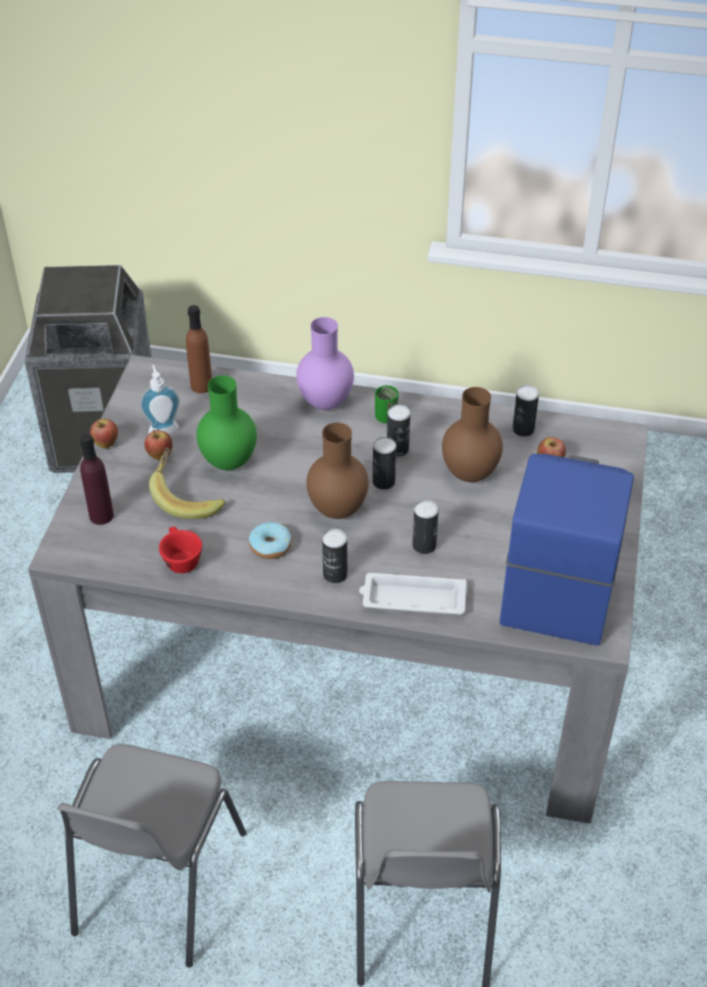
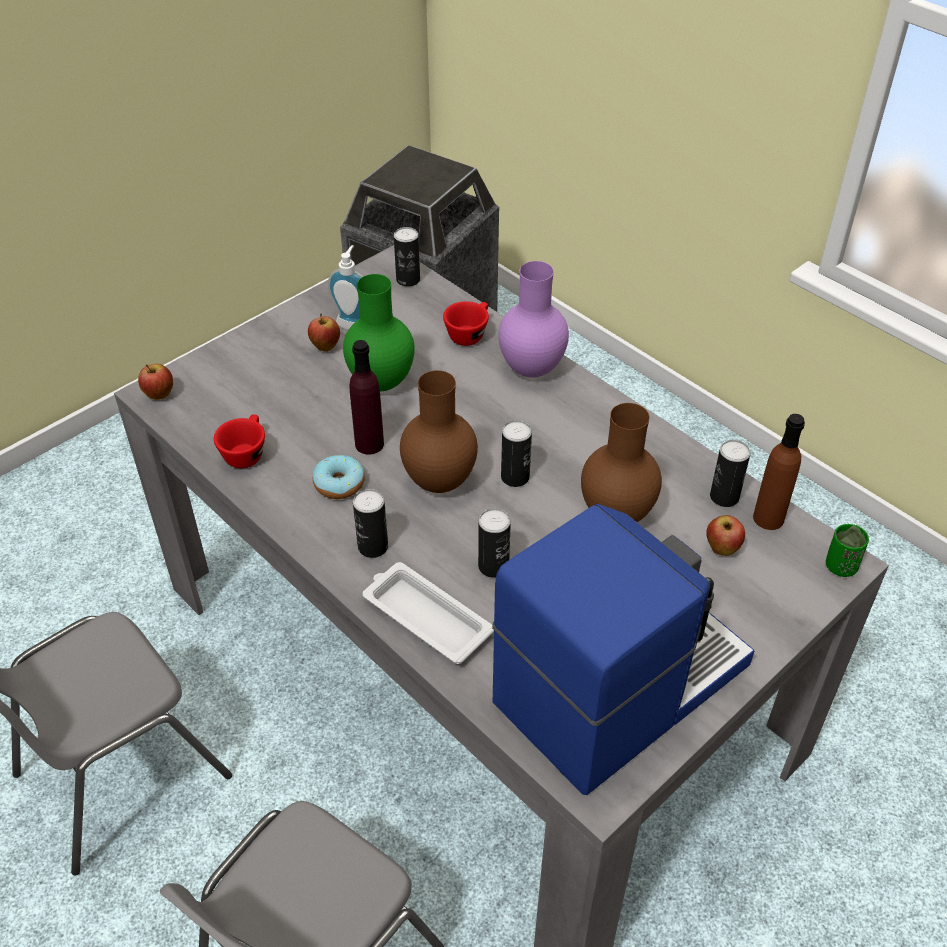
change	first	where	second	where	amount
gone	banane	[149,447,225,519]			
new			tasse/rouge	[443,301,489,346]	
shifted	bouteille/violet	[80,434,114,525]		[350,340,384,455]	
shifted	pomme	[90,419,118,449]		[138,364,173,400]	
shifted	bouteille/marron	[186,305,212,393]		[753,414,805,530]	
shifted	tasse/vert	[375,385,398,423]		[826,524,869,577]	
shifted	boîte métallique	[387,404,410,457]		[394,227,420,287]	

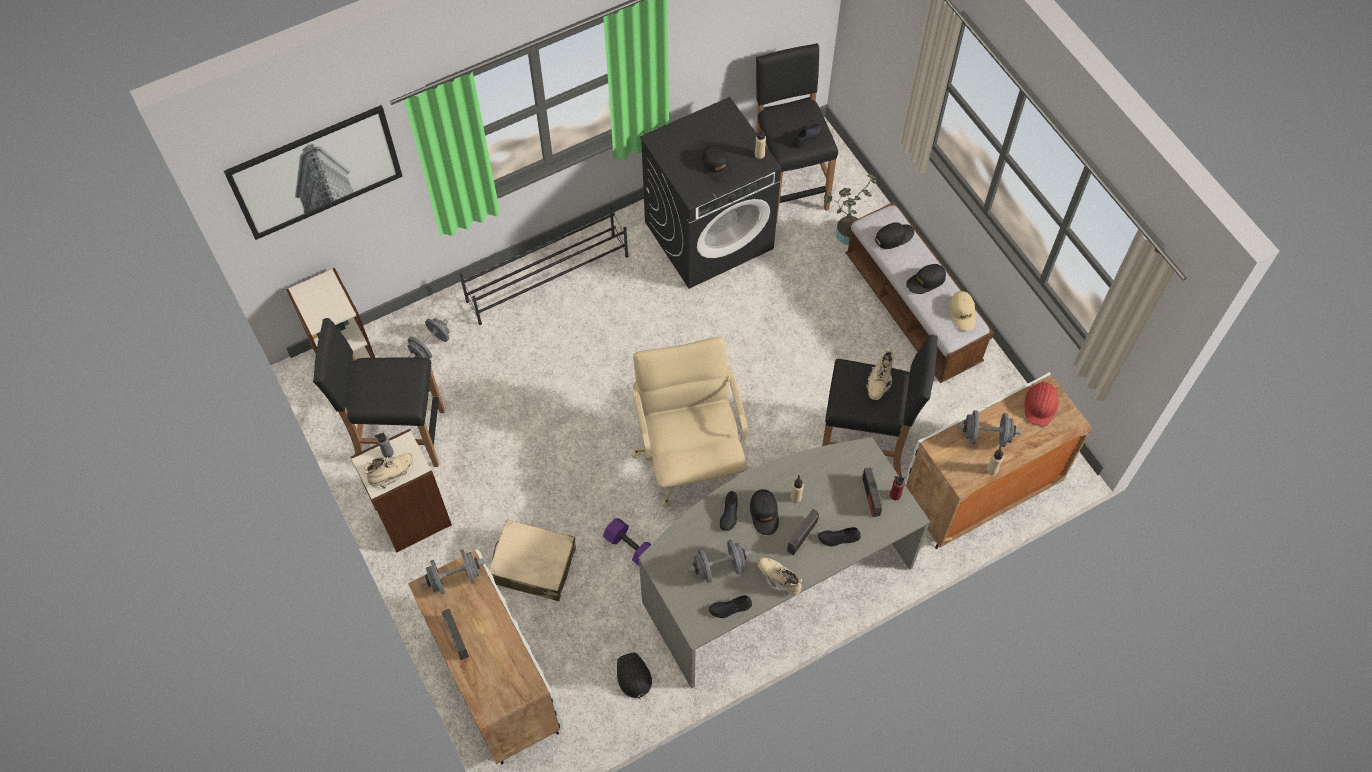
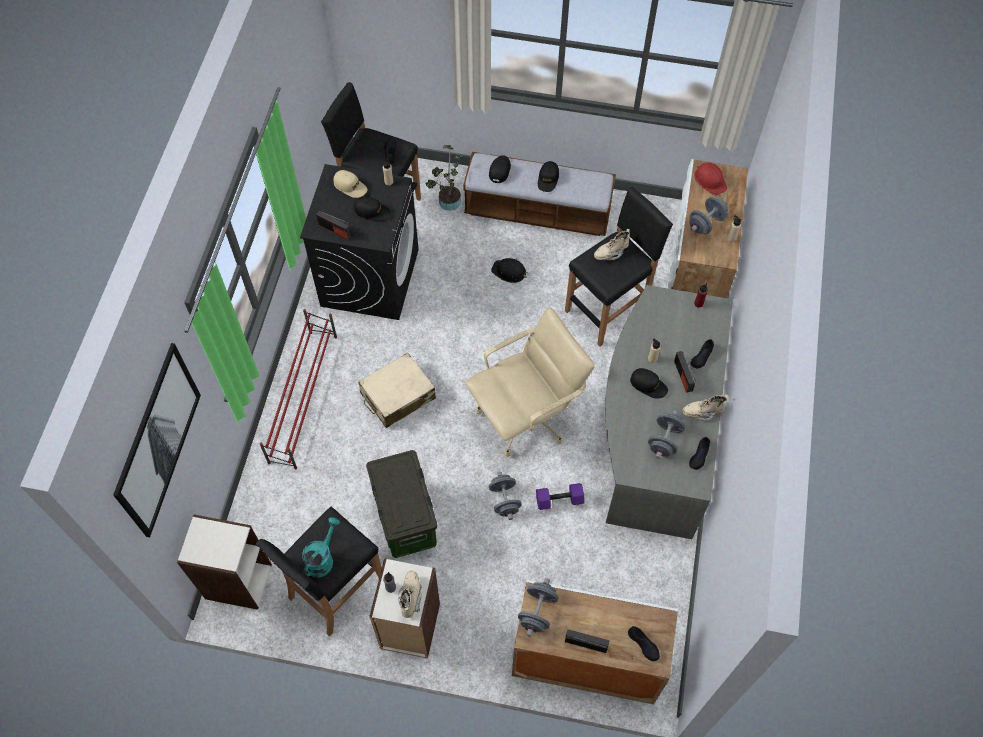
change	first	where	second	where	amount
new			arrosoir/turquoise	[302,517,340,577]	
new			boîte de rangement	[366,450,437,558]	
shifted	haltère/gris	[407,318,450,359]		[489,472,521,520]	
shifted	valise/beige	[489,519,576,601]		[358,353,436,428]	
shifted	casque de chantier/noir	[617,652,652,699]		[491,258,528,283]	
shifted	chaussure/noir	[720,491,738,531]		[628,626,660,661]	
shifted	radio	[862,467,883,517]		[316,211,352,239]	
shifted	casquette/beige	[949,291,976,331]		[334,170,367,198]	
repainted	étagère à chaussures/noir	[459,206,628,325]	étagère à chaussures/rouge	[259,309,337,469]	
rotated	chaise de bureau/beige	[631,337,748,508]		[465,307,595,457]	120 degrees clockwise
rotated	botte/beige	[866,348,895,400]		[594,229,630,260]	90 degrees clockwise

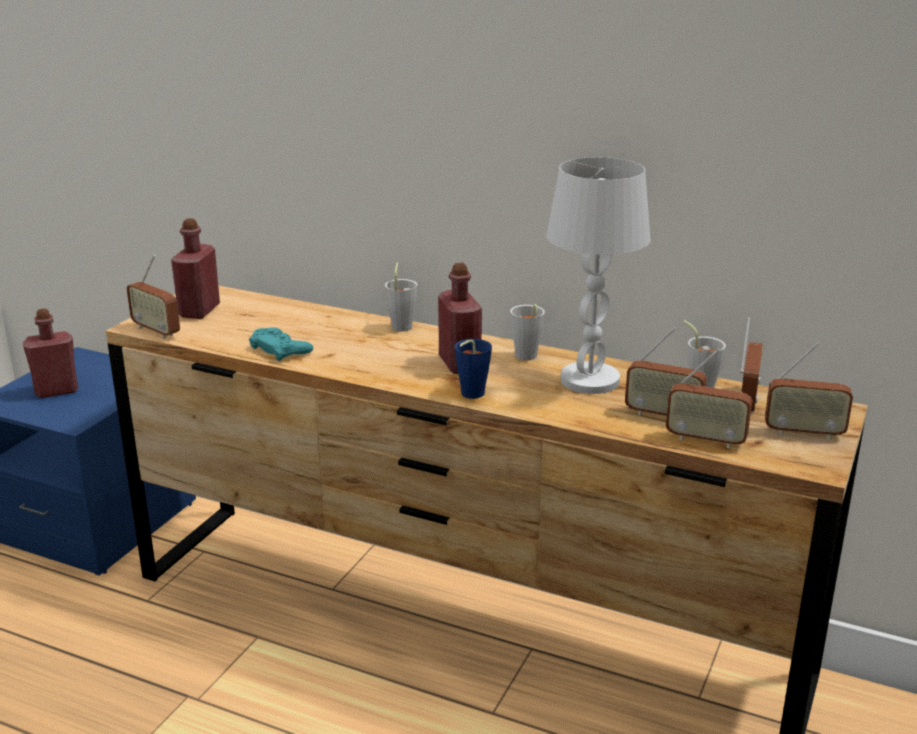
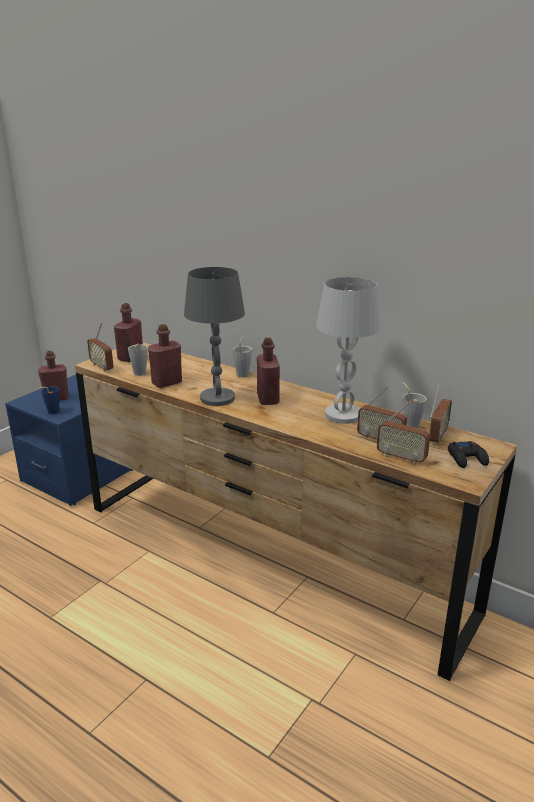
change	first	where	second	where	amount
new			lampe de table/gris	[184,267,245,406]	
shifted	tasse/bleu	[455,339,492,399]		[37,386,60,414]	
shifted	tasse/gris	[510,304,545,360]		[128,344,148,376]	
swapped	manette/turquoise	[249,327,313,361]	bouteille/rouge	[148,324,182,388]	
swapped	radio	[765,342,853,440]	manette/noir	[448,441,489,468]	

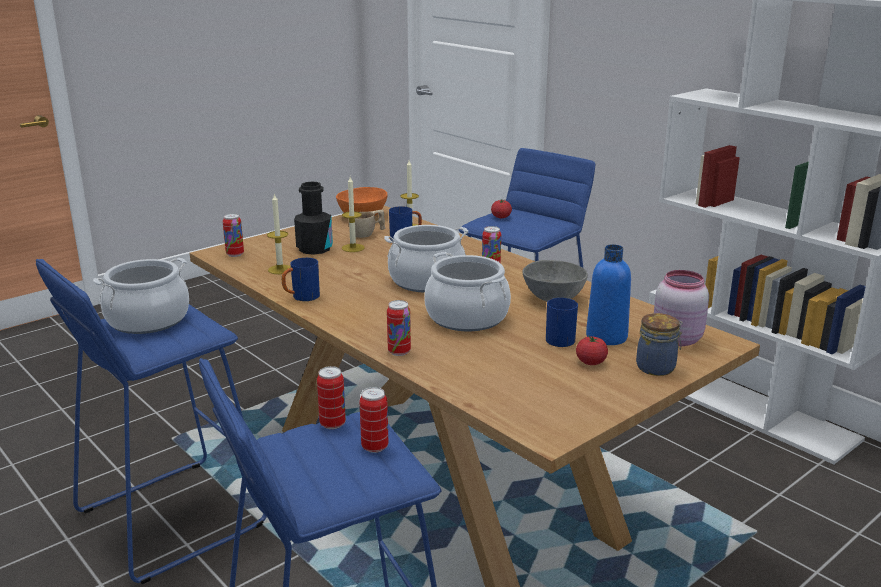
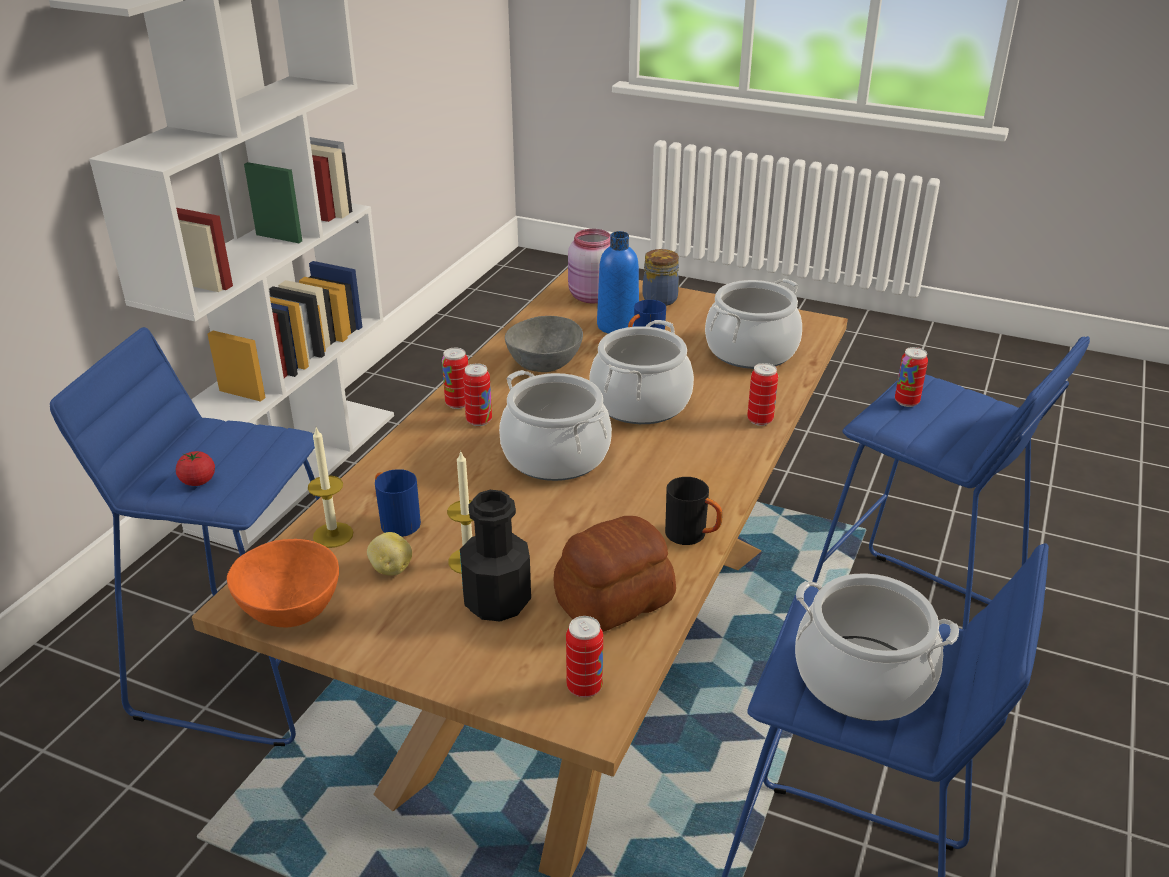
change	first	where	second	where	amount
gone	tomate	[576,335,608,365]			
new			marmite	[705,279,802,369]	
shifted	boîte métallique	[317,366,346,429]		[442,348,468,409]	
swapped	bougie	[267,193,291,274]	pain	[554,516,676,632]	
swapped	tasse/beige	[355,210,385,238]	pomme de terre	[367,532,412,576]	
repainted	mug/bleu	[282,258,320,301]	mug/noir	[665,477,723,545]	

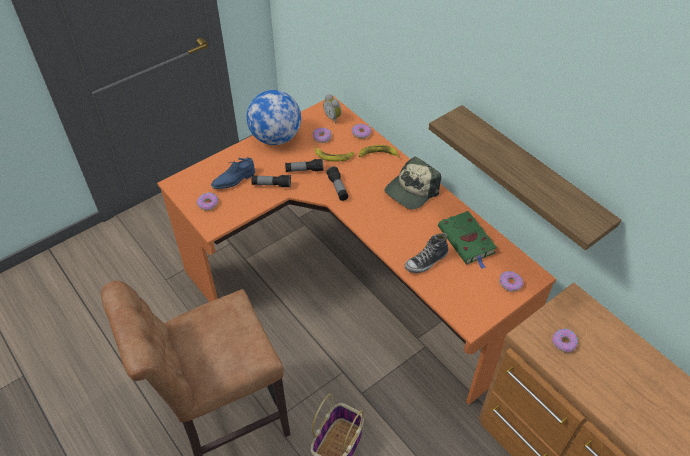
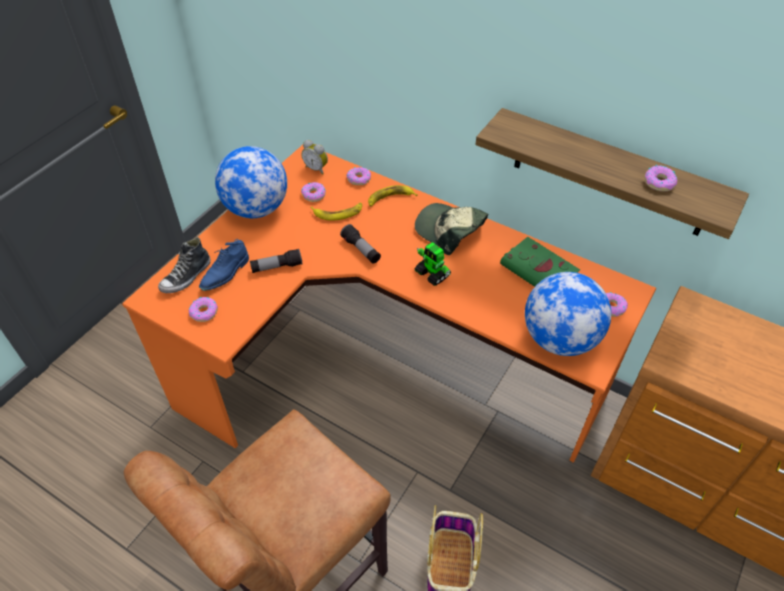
change	first	where	second	where	amount
gone	lampe de poche	[285,159,323,172]			
new			robot jouet	[414,242,451,286]	
new			globe	[525,272,611,356]	
shifted	chaussure	[405,233,448,273]		[158,237,210,293]	
shifted	beignet	[552,328,578,353]		[645,165,677,191]	
rotated	casquette	[384,157,441,210]		[415,203,488,255]	105 degrees clockwise

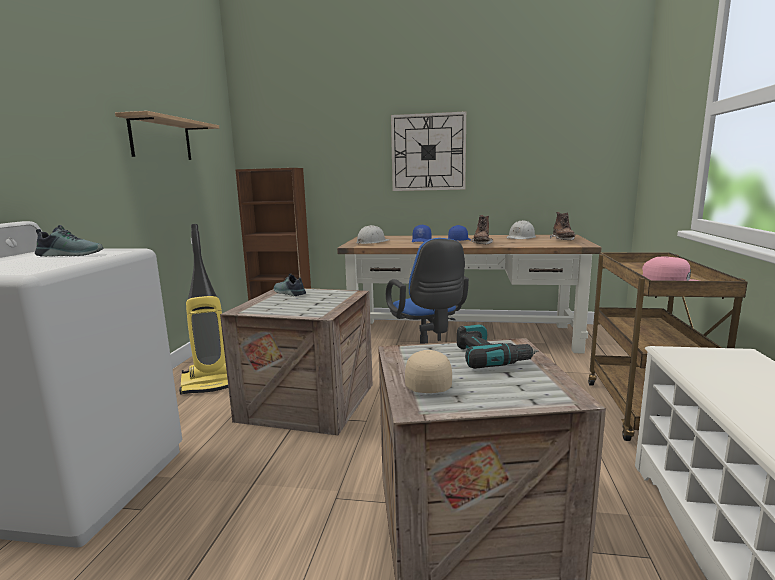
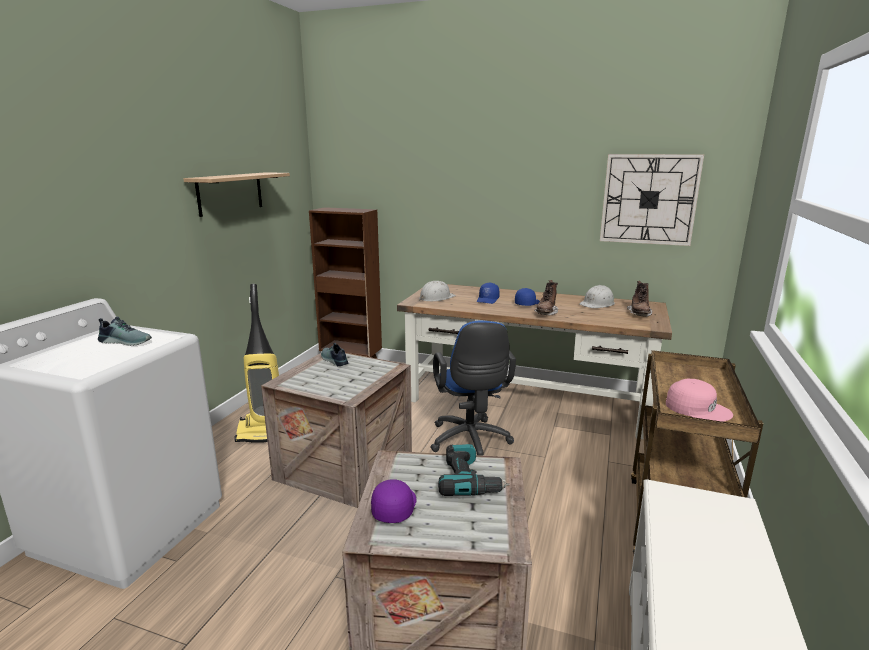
change	first	where	second	where	amount
shifted	horloge murale	[391,111,466,191]		[600,154,704,246]	
repainted	casquette/beige	[405,350,452,393]	casquette/violet	[371,479,416,523]	

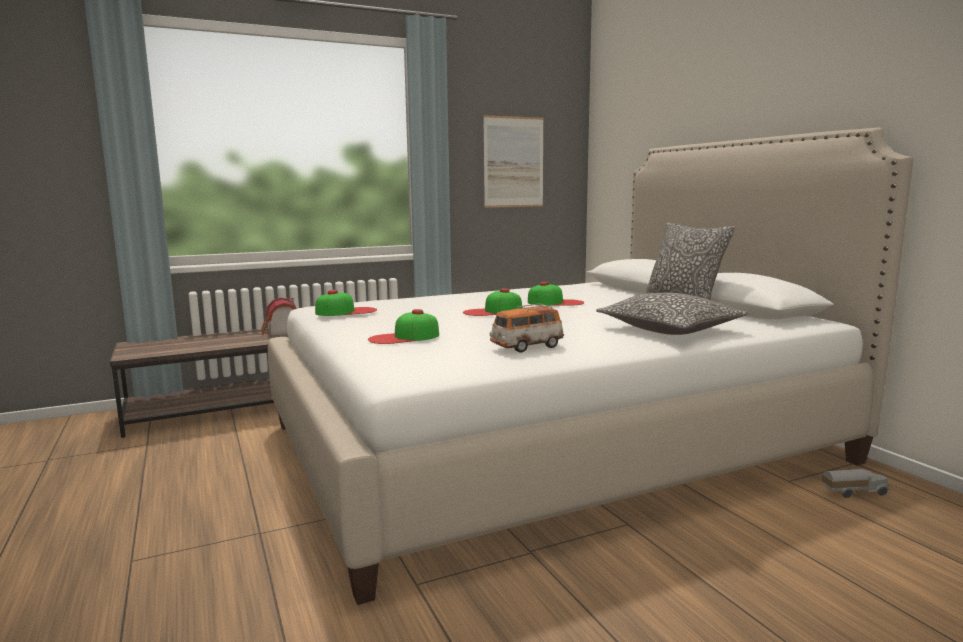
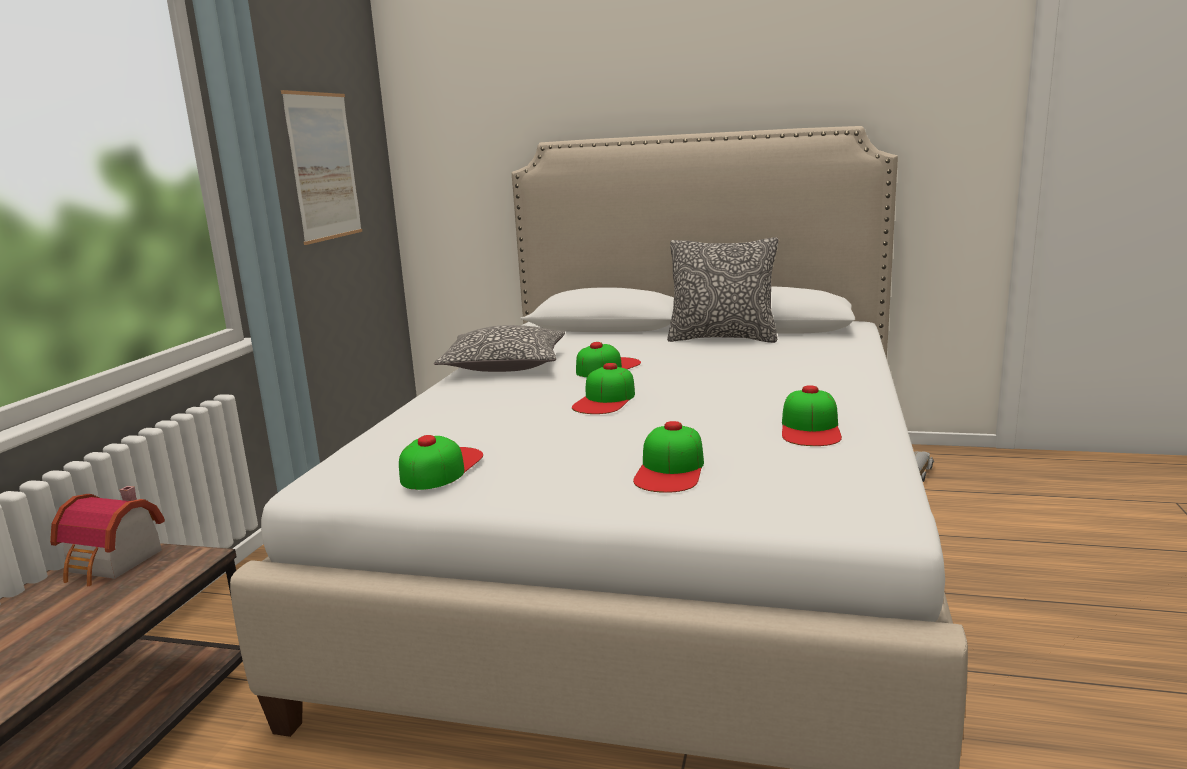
change	first	where	second	where	amount
shifted	coussin	[596,293,749,335]		[434,325,565,372]	
swapped	petite voiture	[490,303,564,353]	casquette	[782,385,842,446]	

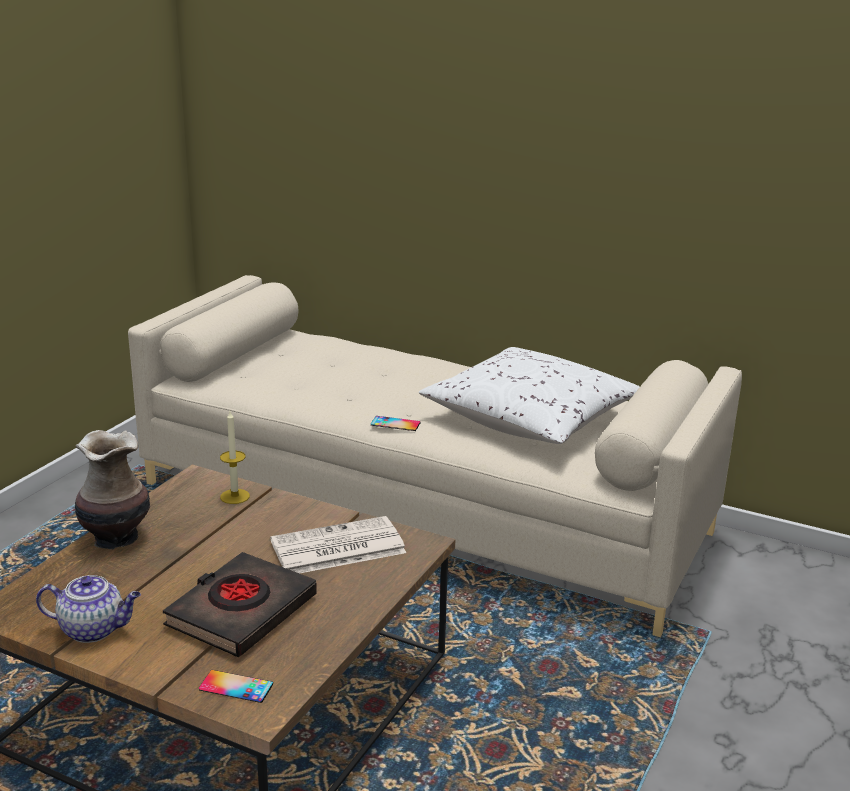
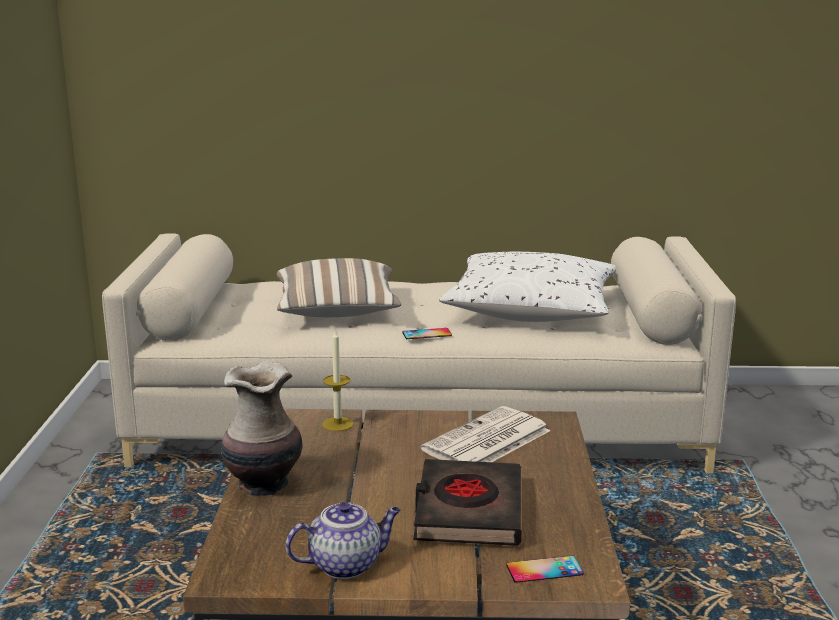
change	first	where	second	where	amount
new			coussin	[276,258,402,317]	

